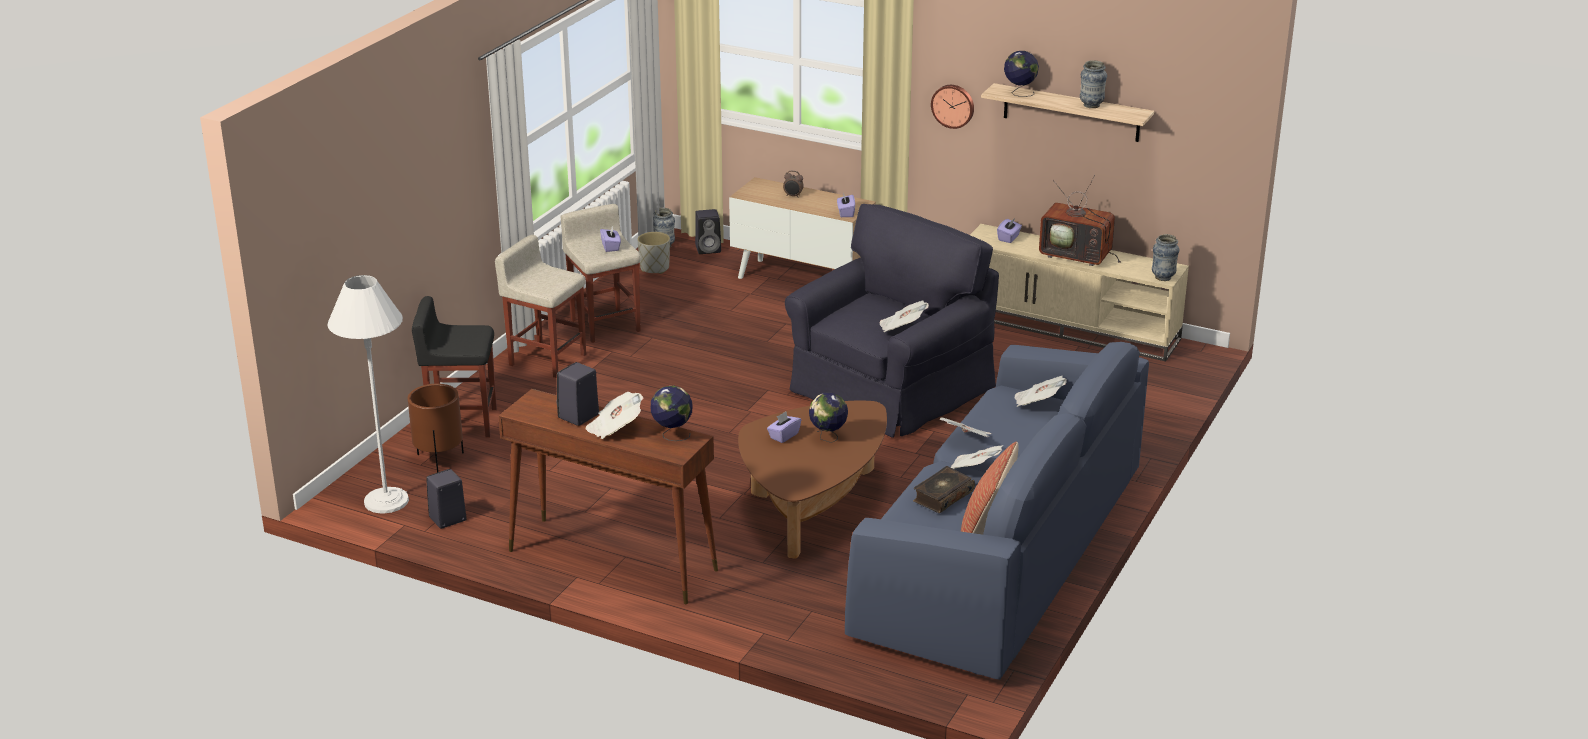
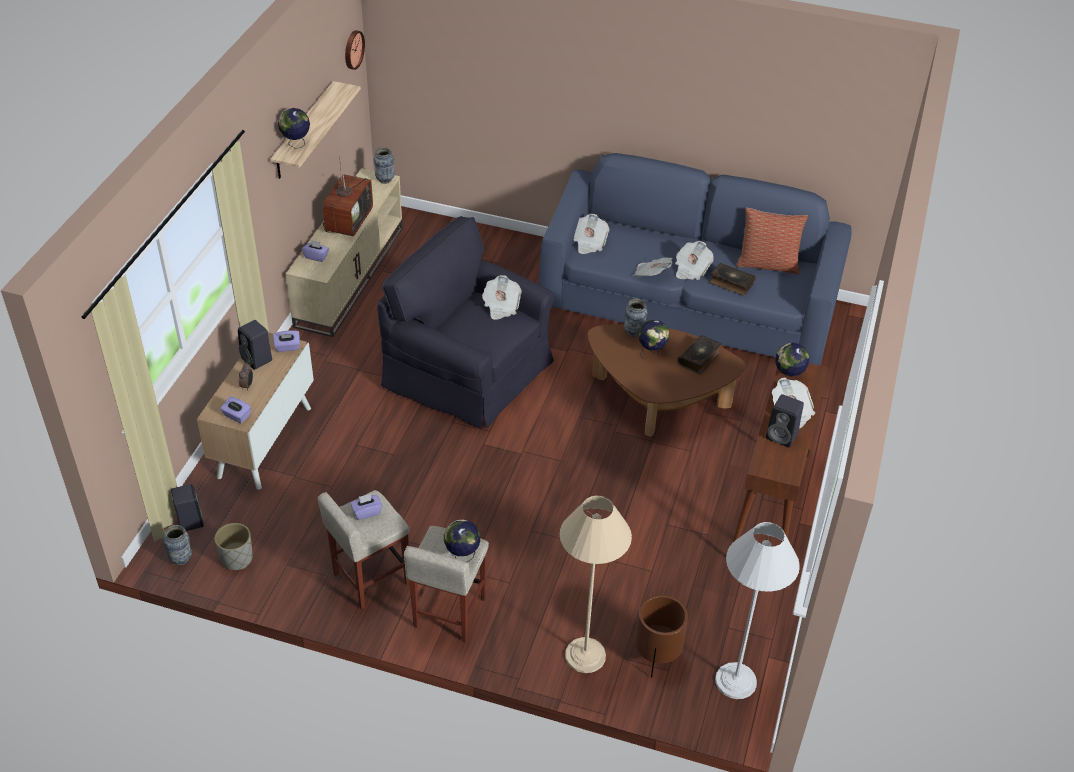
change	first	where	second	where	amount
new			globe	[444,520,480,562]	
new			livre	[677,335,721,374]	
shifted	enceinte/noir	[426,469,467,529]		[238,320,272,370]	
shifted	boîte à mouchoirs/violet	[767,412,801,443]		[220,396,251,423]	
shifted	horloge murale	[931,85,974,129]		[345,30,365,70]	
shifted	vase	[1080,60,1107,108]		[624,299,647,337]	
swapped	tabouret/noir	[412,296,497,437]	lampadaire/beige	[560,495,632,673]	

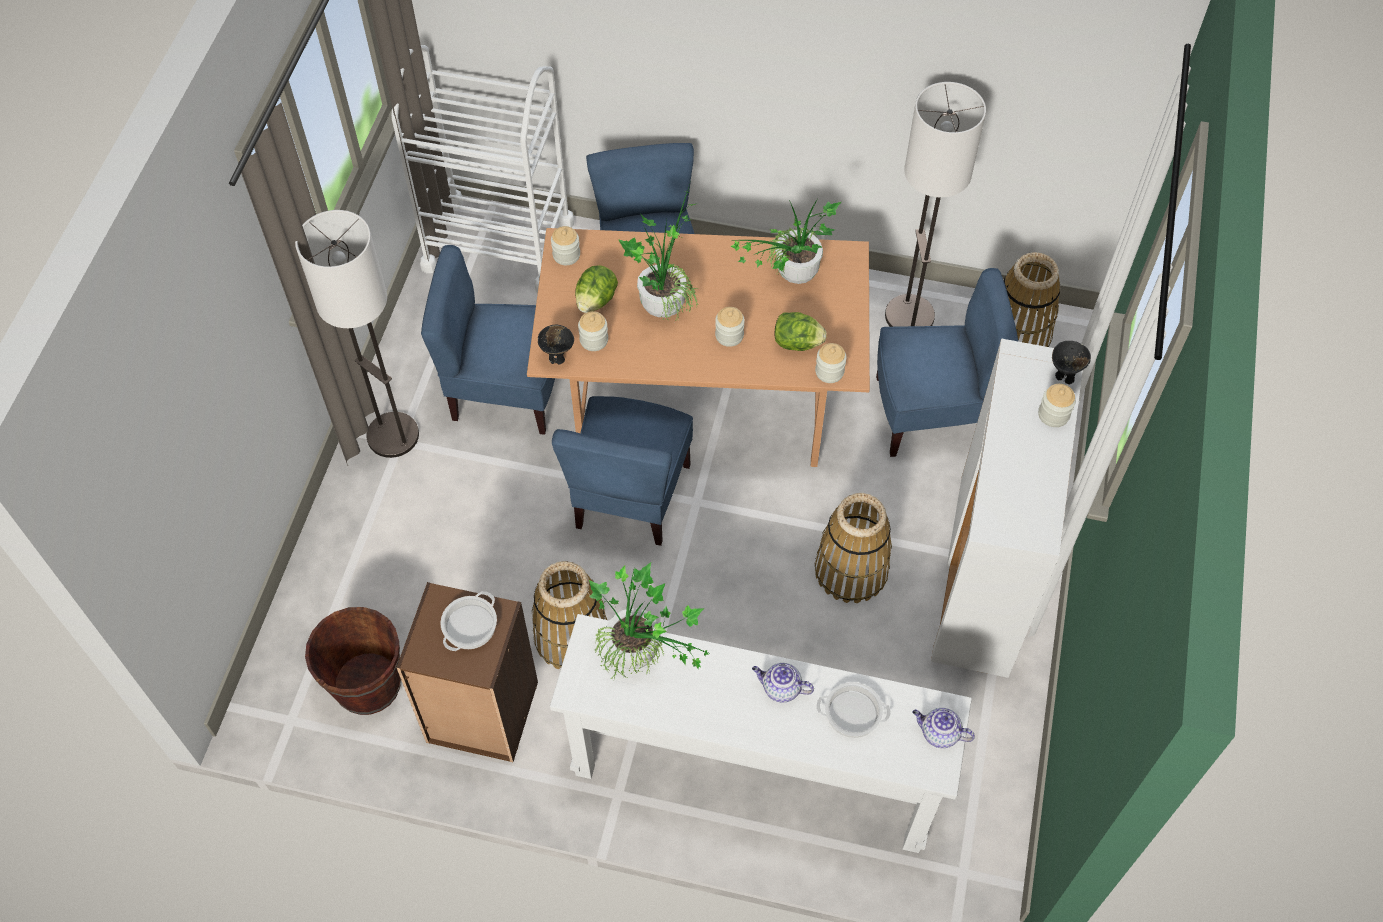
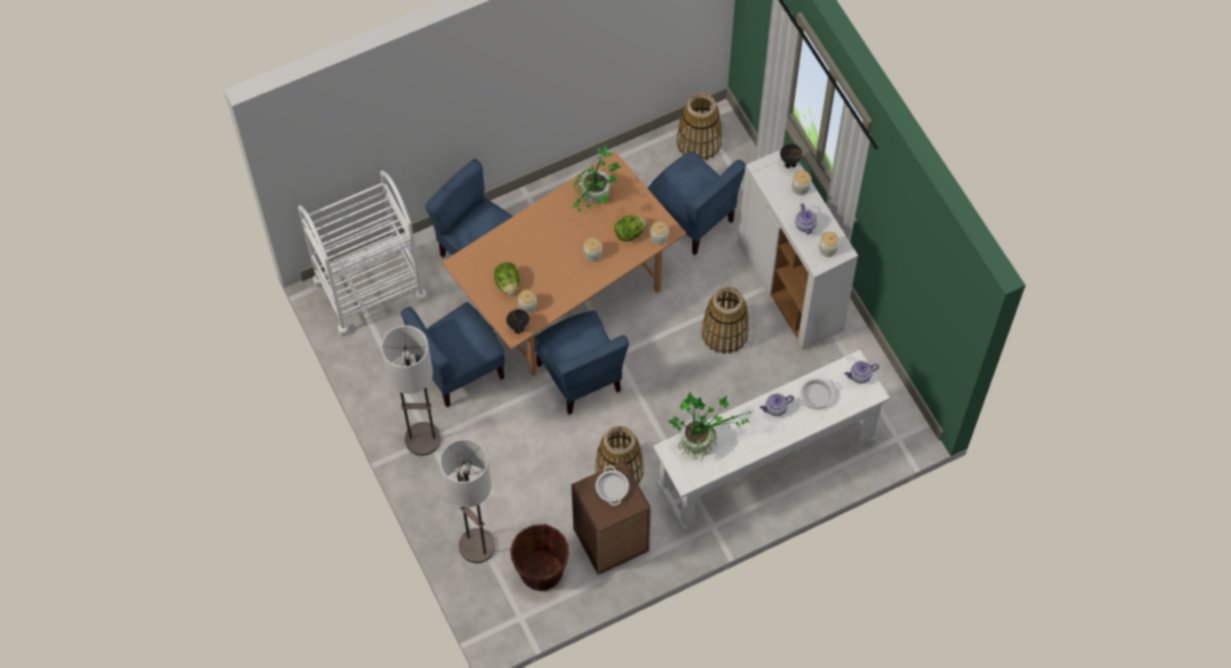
change	first	where	second	where	amount
gone	plante en pot	[618,185,699,320]			
new			théière	[795,203,817,235]	
shifted	bocal	[551,226,580,265]		[819,232,839,257]	
shifted	lampadaire	[885,82,986,327]		[440,439,495,563]	
rotated	chaise/bleu	[876,268,1019,457]		[648,151,746,255]	90 degrees clockwise

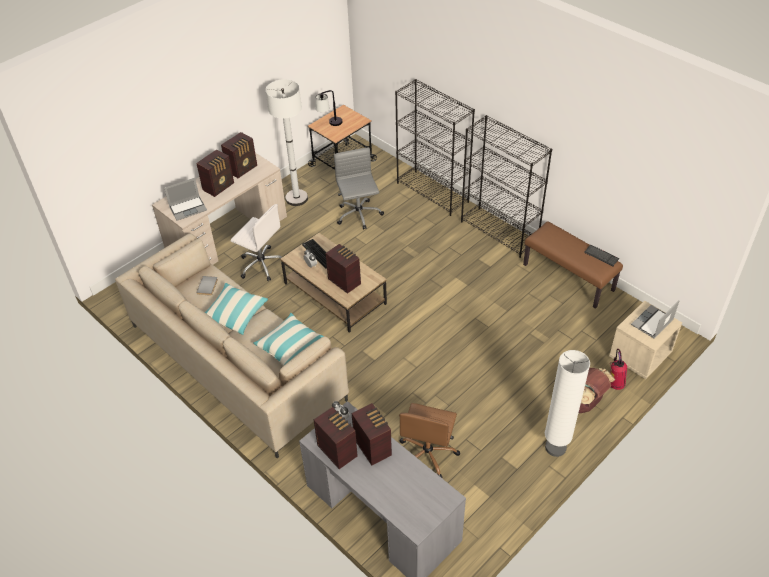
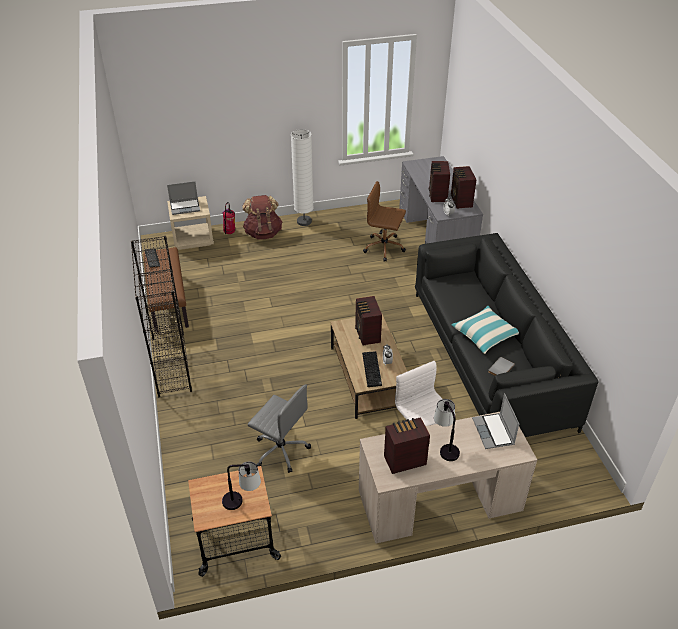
change	first	where	second	where	amount
gone	coussin	[253,313,324,366]			
gone	lampadaire/blanc	[266,79,308,206]			
gone	bibliothèque/noir	[395,79,475,216]			
swapped	radio	[196,149,234,197]	lampe de table	[434,399,460,461]	
repainted	canapé/beige	[115,234,349,458]	canapé/noir	[415,233,598,437]	
rotated	ordinateur portable	[164,178,207,221]		[472,393,519,449]	105 degrees counterclockwise
rotated	chaise de bureau/gris	[334,147,384,230]		[248,385,311,473]	75 degrees counterclockwise
rotated	chaise de bureau/marron	[399,403,460,478]		[363,181,406,261]	120 degrees counterclockwise

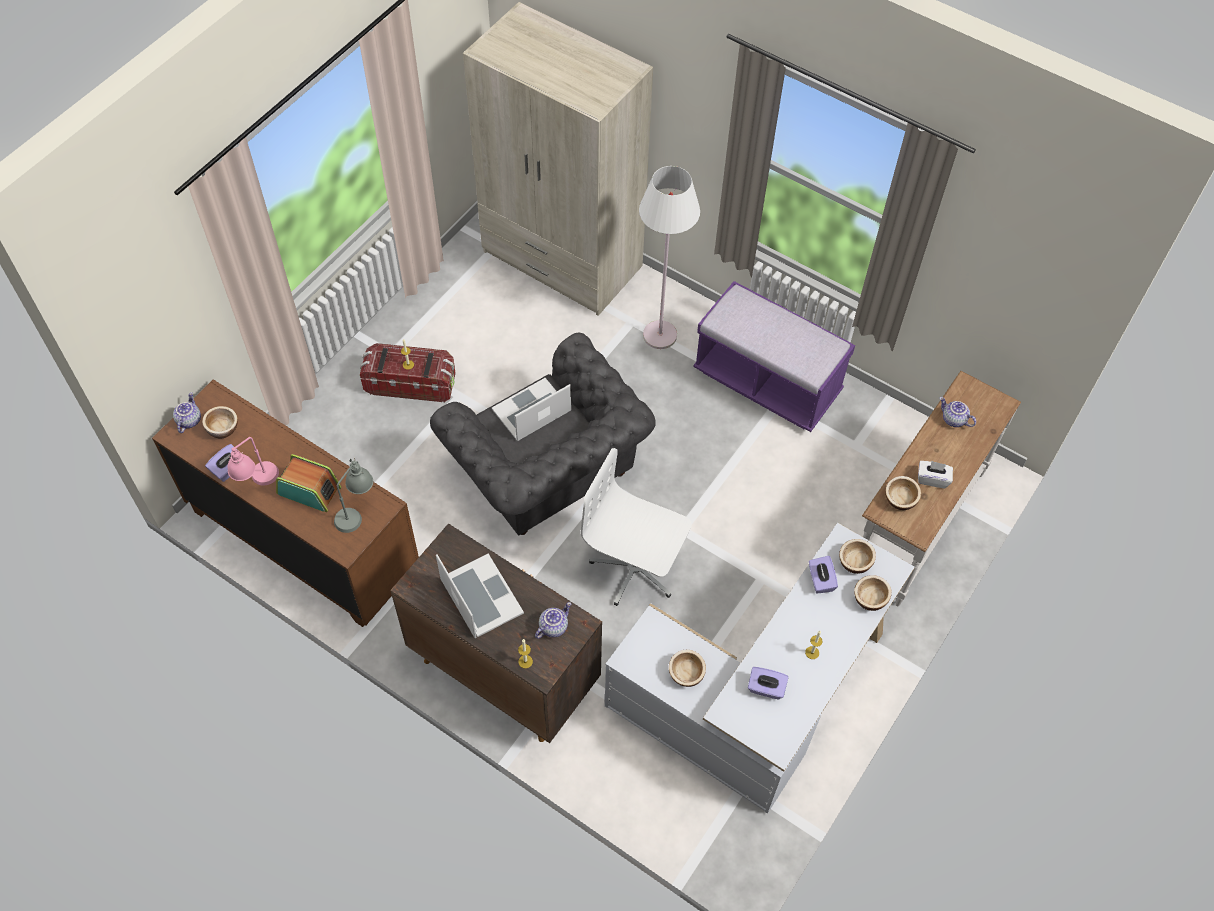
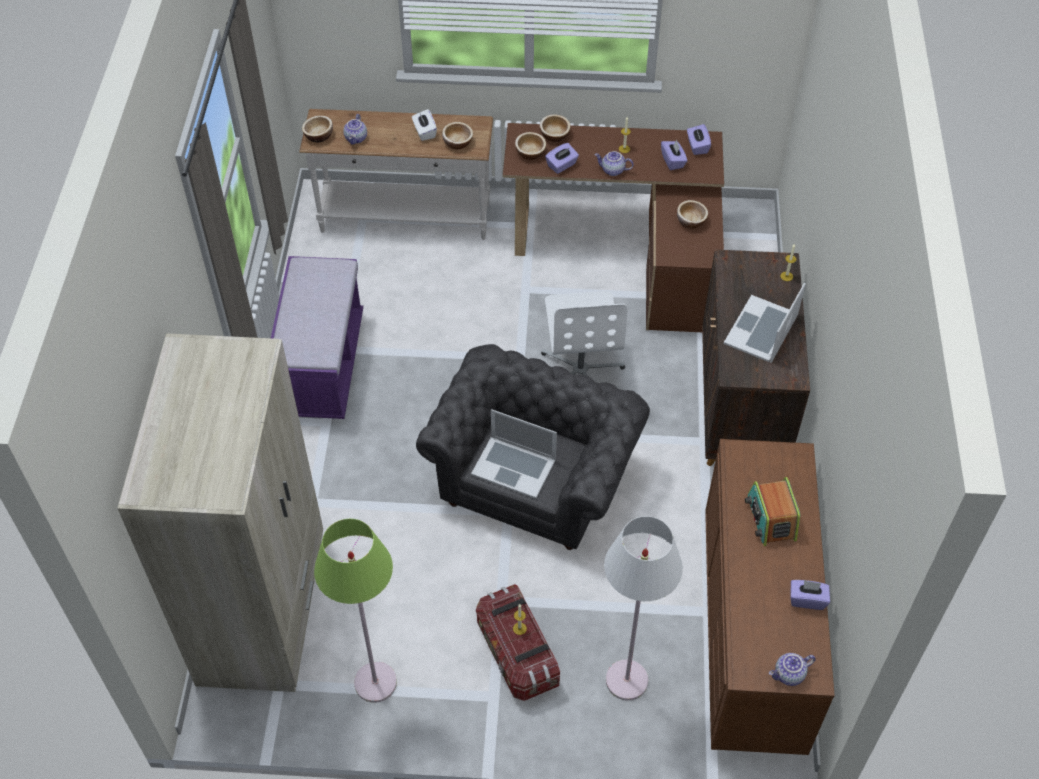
change	first	where	second	where	amount
gone	lampe de table/rose	[228,437,279,486]			
gone	lampe de table/gris	[334,458,373,533]			
new			lampadaire/vert	[314,519,397,703]	
new			boîte à mouchoirs/violet	[687,124,711,155]	
shifted	bol	[202,406,238,438]		[302,116,333,142]	
shifted	théière	[535,602,571,639]		[594,151,633,176]	
shifted	lampadaire/blanc	[639,166,700,349]		[604,516,683,700]	
repainted	bureau/blanc	[605,523,915,814]	bureau/marron	[503,123,724,332]	

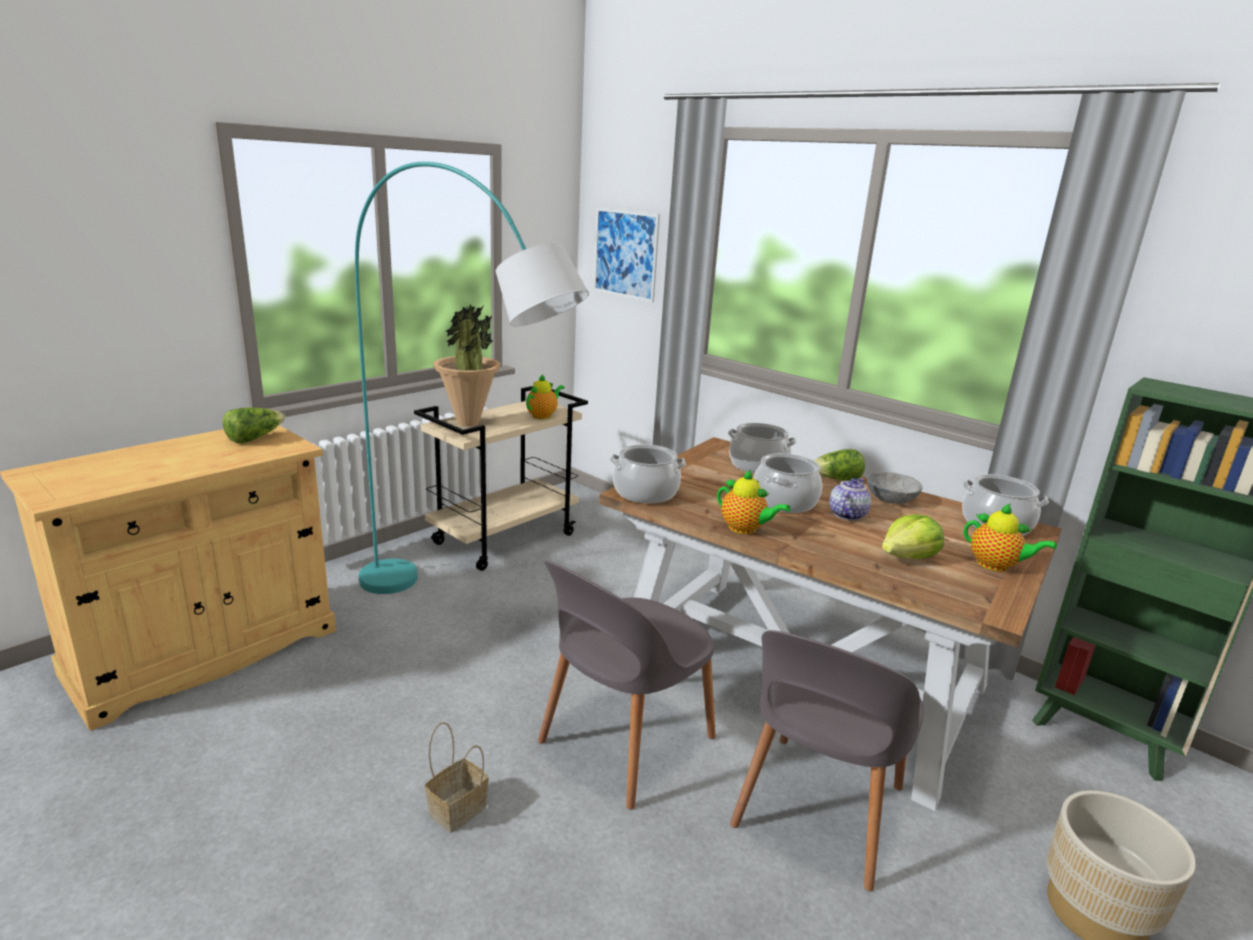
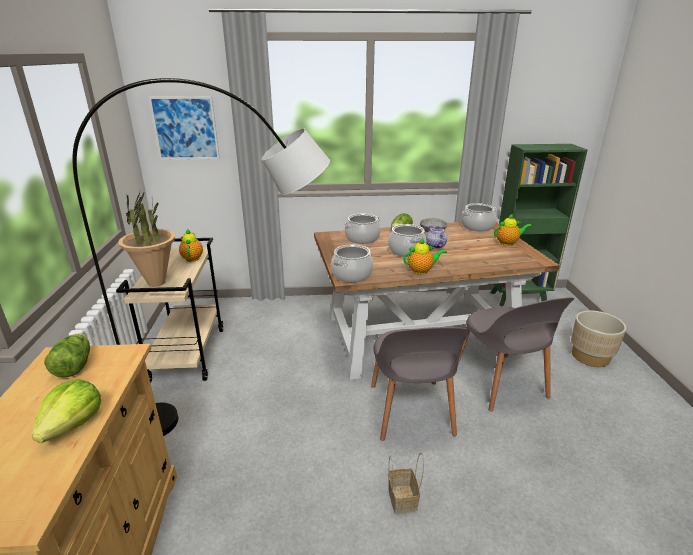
change	first	where	second	where	amount
shifted	laitue	[882,514,944,559]		[32,379,101,443]	
repainted	lampadaire/turquoise	[355,162,589,594]	lampadaire/gris	[73,78,330,436]	

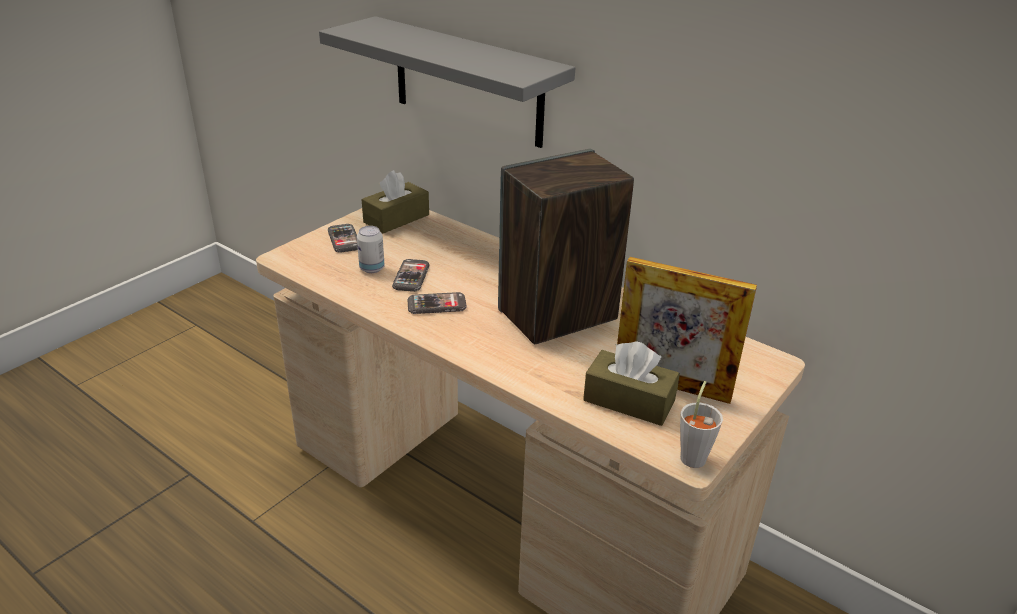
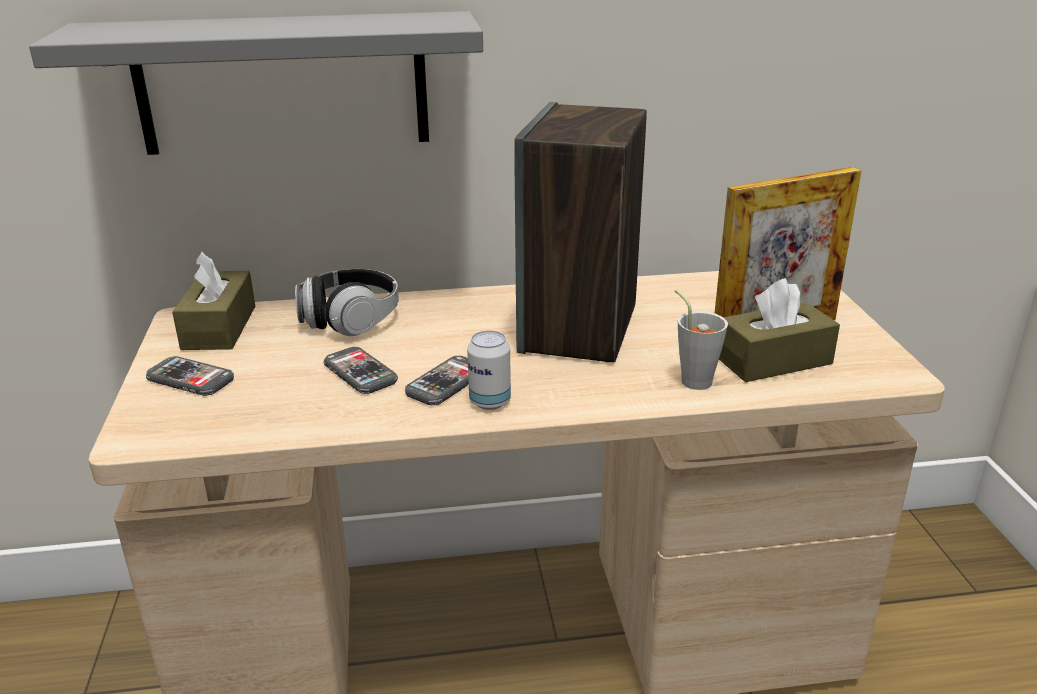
change	first	where	second	where	amount
new			casque audio	[295,269,399,336]	
shifted	boîte métallique	[357,226,385,273]		[467,330,511,410]	
shifted	tasse/gris	[680,381,723,468]		[675,289,728,390]	

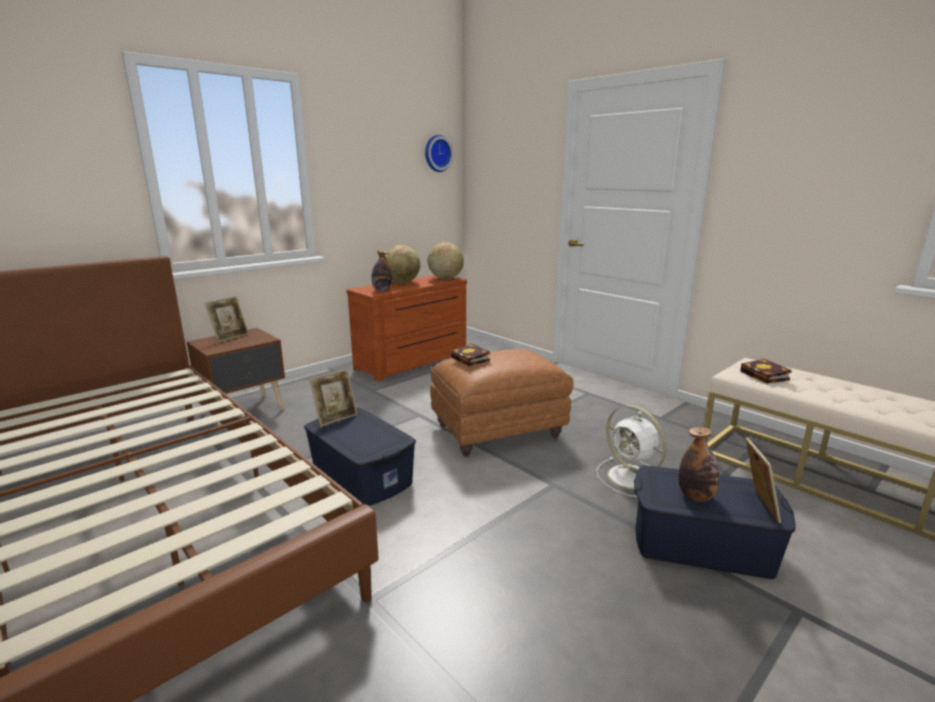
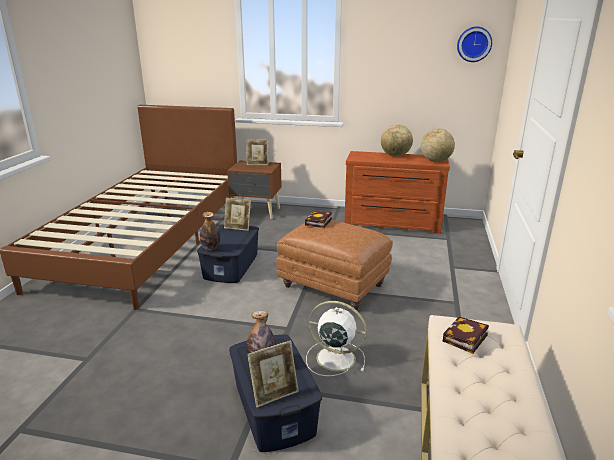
change	first	where	second	where	amount
shifted	bouteille	[371,250,392,291]		[200,212,220,250]	
rotated	ventilateur/blanc	[596,405,667,497]		[306,301,367,376]	90 degrees clockwise

